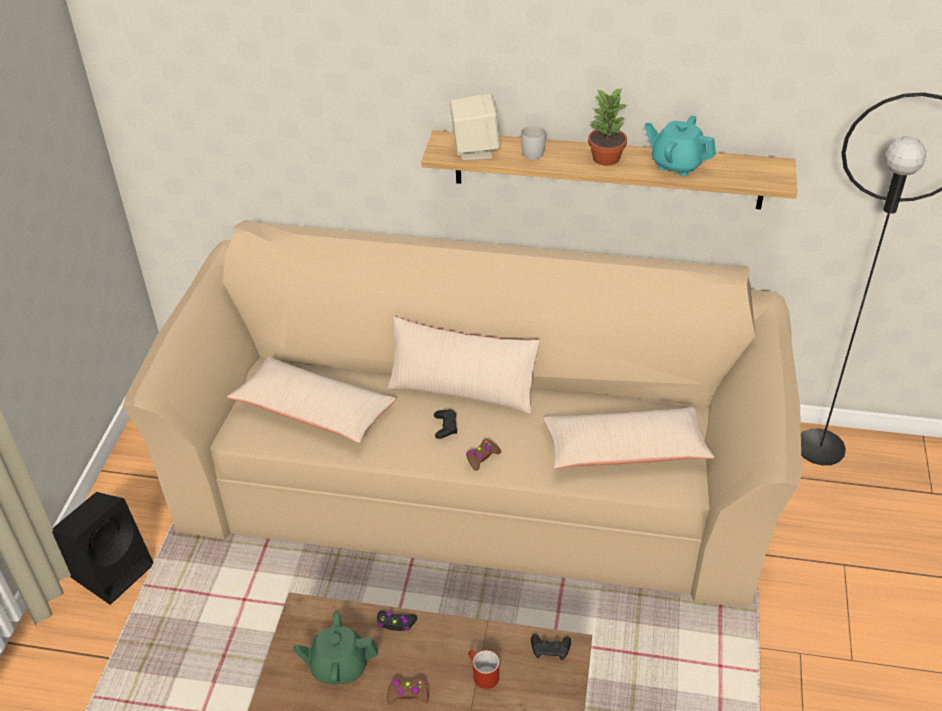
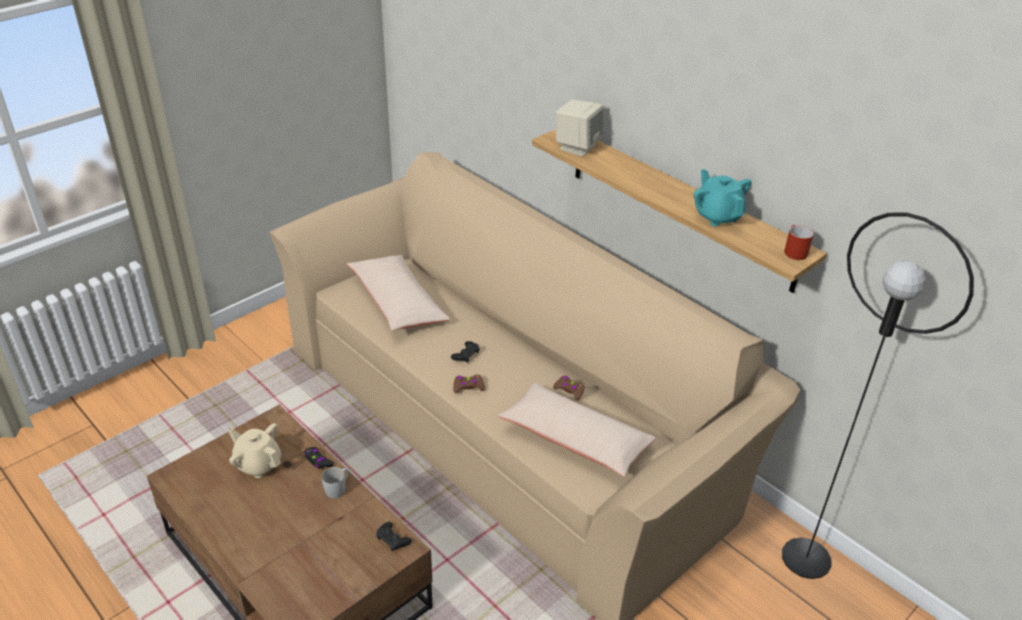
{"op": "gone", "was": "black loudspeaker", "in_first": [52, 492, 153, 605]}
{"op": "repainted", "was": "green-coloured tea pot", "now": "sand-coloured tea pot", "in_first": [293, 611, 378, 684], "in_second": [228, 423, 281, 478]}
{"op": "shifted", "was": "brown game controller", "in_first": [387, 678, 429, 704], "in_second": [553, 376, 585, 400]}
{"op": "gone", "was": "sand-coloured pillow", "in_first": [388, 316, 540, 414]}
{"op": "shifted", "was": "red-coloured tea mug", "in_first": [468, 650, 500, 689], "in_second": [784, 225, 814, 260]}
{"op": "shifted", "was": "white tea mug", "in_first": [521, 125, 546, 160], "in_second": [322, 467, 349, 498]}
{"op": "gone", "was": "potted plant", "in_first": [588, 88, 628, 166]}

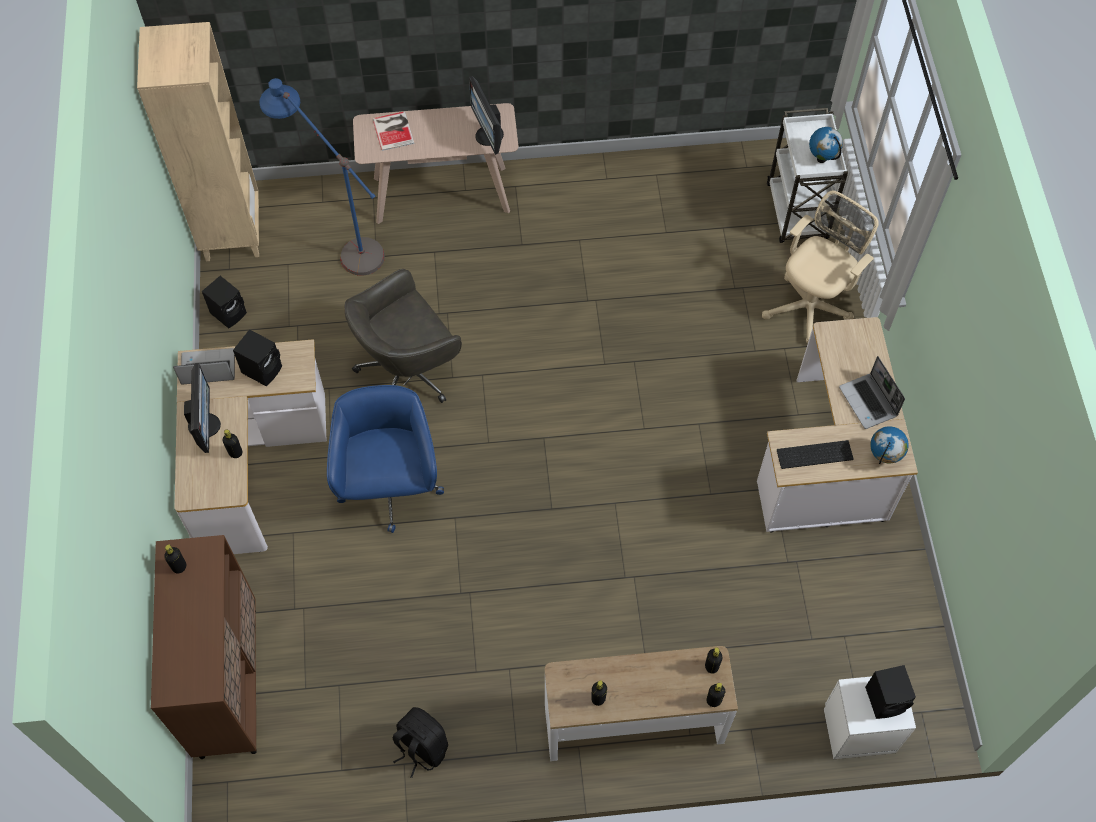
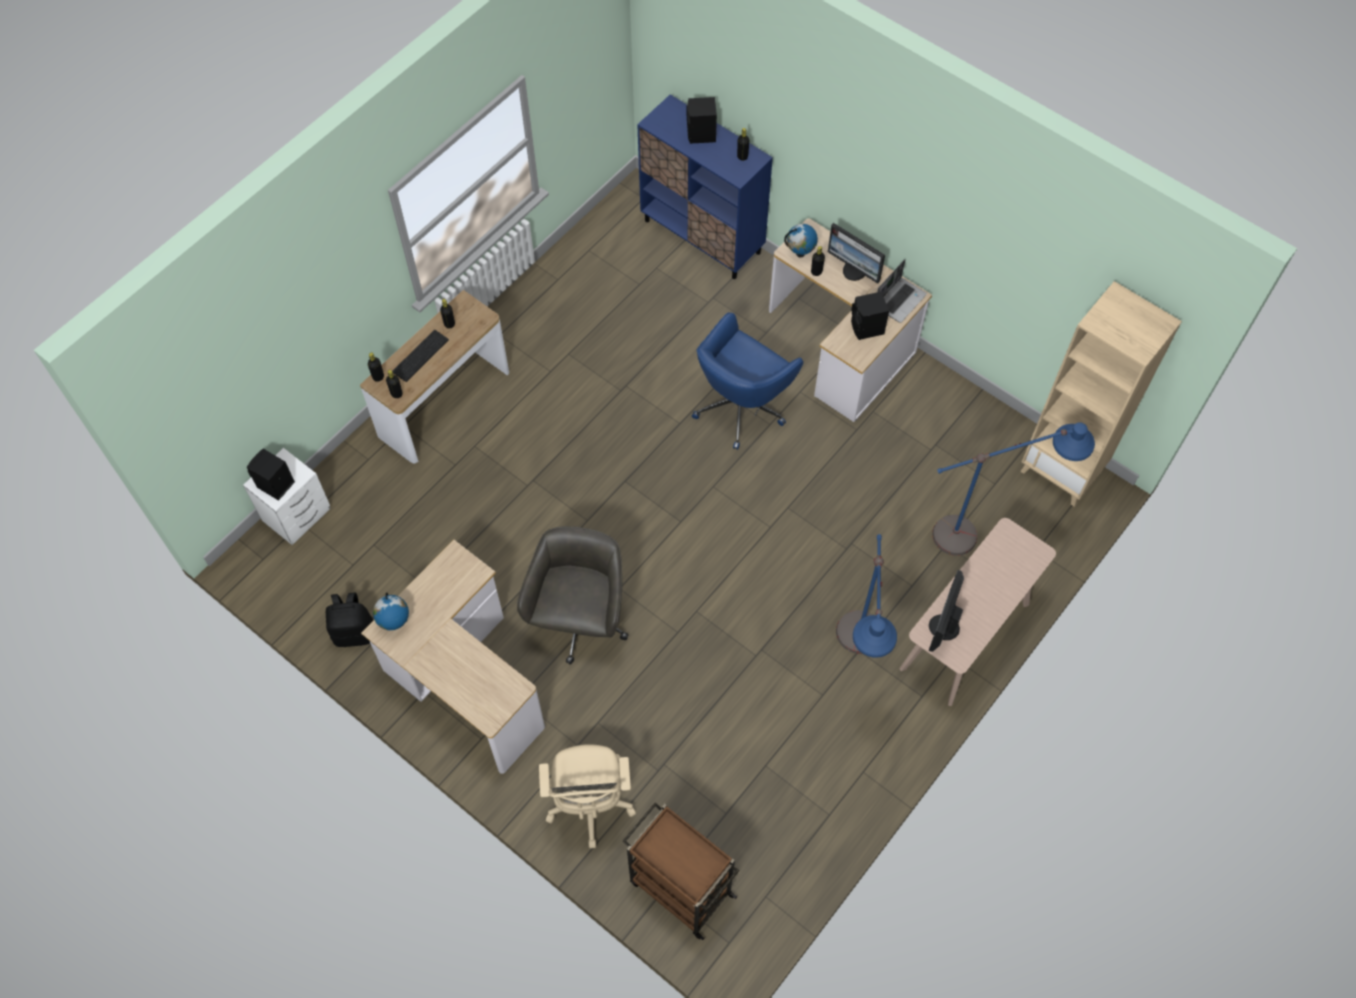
{"op": "repainted", "was": "brown cupboard", "now": "bluish cupboard", "in_first": [151, 535, 257, 759], "in_second": [637, 94, 773, 279]}
{"op": "shifted", "was": "black loudspeaker", "in_first": [202, 276, 247, 329], "in_second": [686, 97, 717, 144]}
{"op": "rotated", "was": "bluish desk chair", "in_first": [327, 385, 444, 533], "in_second": [692, 312, 803, 450], "clockwise": 90}
{"op": "shifted", "was": "greyish desk chair", "in_first": [345, 269, 462, 403], "in_second": [517, 526, 628, 665]}
{"op": "gone", "was": "bound book", "in_first": [373, 111, 415, 151]}
{"op": "shifted", "was": "black rucksack", "in_first": [393, 707, 448, 778], "in_second": [326, 593, 373, 647]}
{"op": "rotated", "was": "computer screen", "in_first": [469, 76, 504, 155], "in_second": [929, 570, 964, 652], "clockwise": -90}
{"op": "repainted", "was": "white cart", "now": "brown cart", "in_first": [767, 108, 848, 243], "in_second": [623, 803, 739, 940]}
{"op": "shifted", "was": "computer keyboard", "in_first": [777, 440, 854, 469], "in_second": [392, 330, 449, 382]}
{"op": "shifted", "was": "globe", "in_first": [809, 127, 843, 163], "in_second": [784, 224, 818, 258]}
{"op": "gone", "was": "laptop", "in_first": [839, 356, 905, 429]}
{"op": "new", "now": "bluish floor lamp", "in_second": [836, 534, 897, 658]}

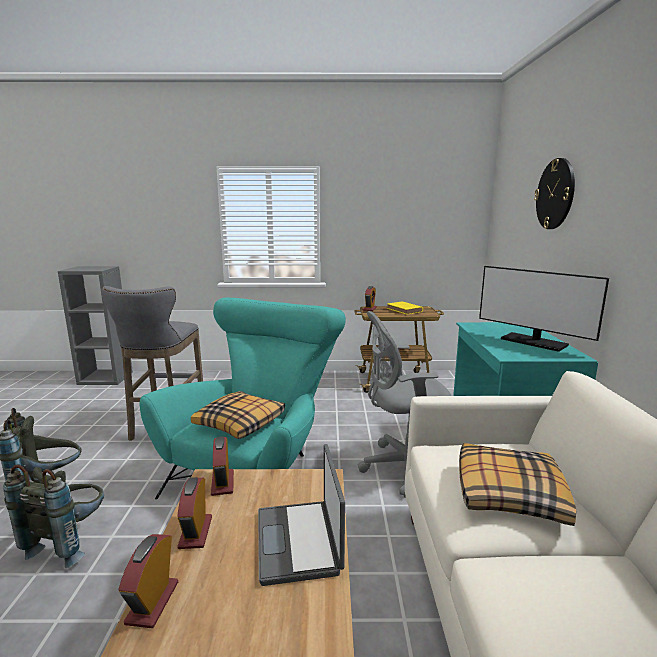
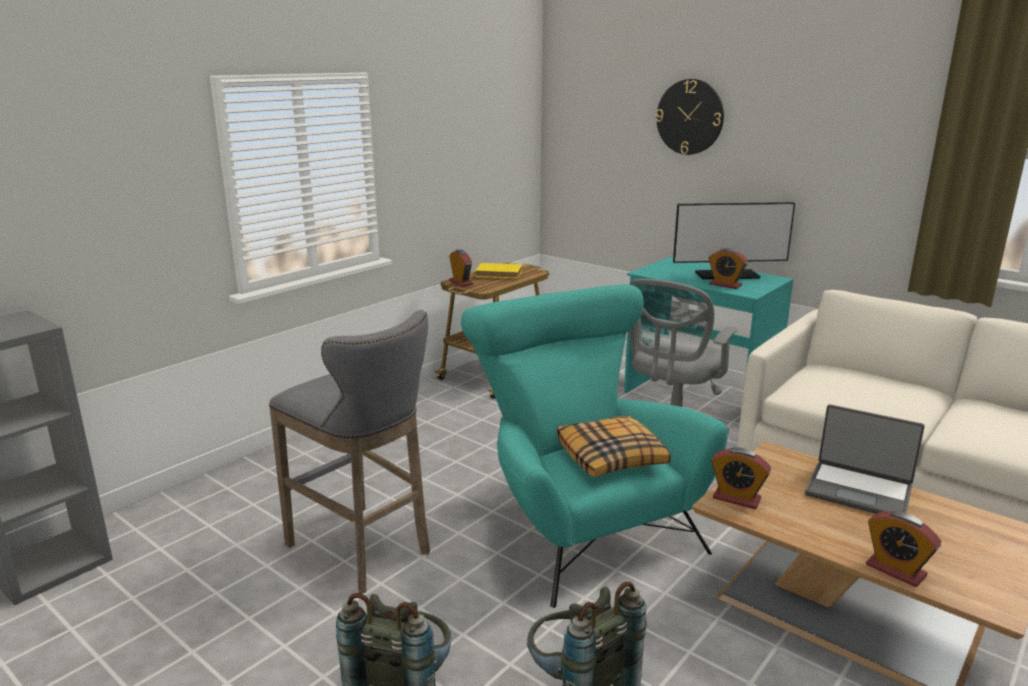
{"op": "shifted", "was": "bedside clock", "in_first": [177, 477, 212, 549], "in_second": [709, 248, 748, 289]}
{"op": "gone", "was": "pillow", "in_first": [459, 443, 576, 526]}

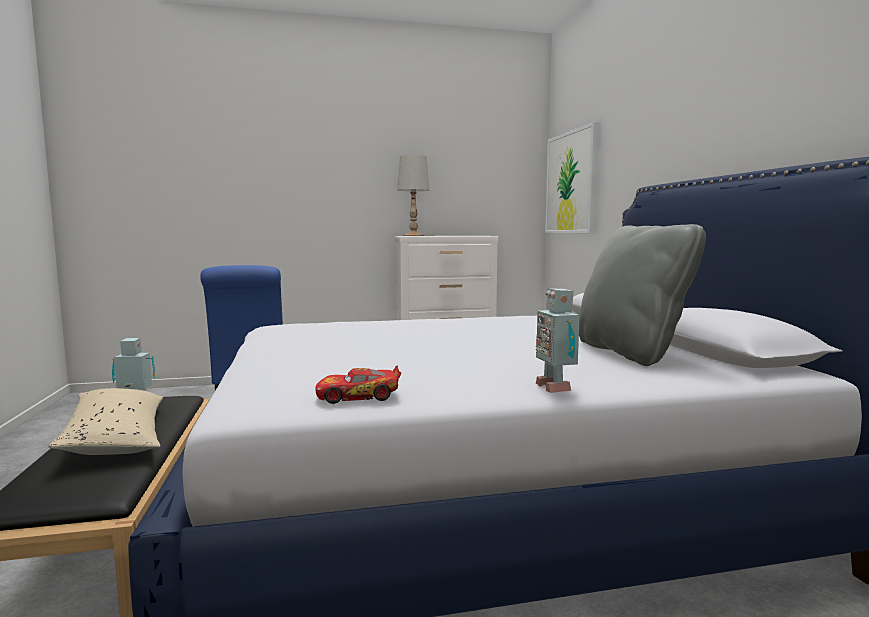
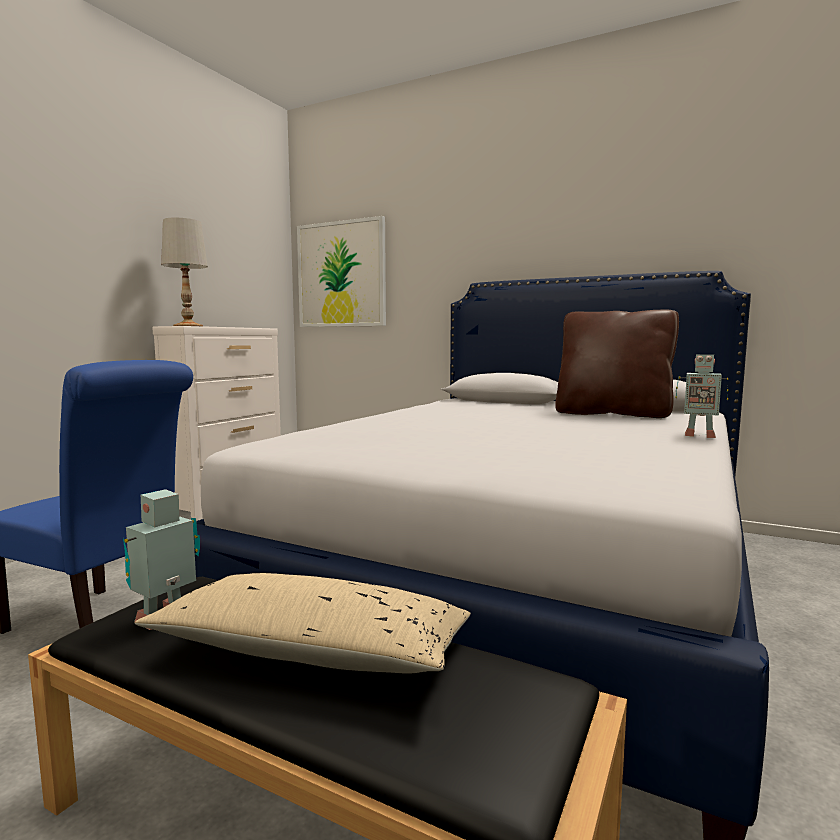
{"op": "gone", "was": "toy car", "in_first": [315, 366, 401, 404]}
{"op": "repainted", "was": "greyish pillow", "now": "brown pillow", "in_first": [579, 224, 706, 366], "in_second": [555, 309, 679, 418]}

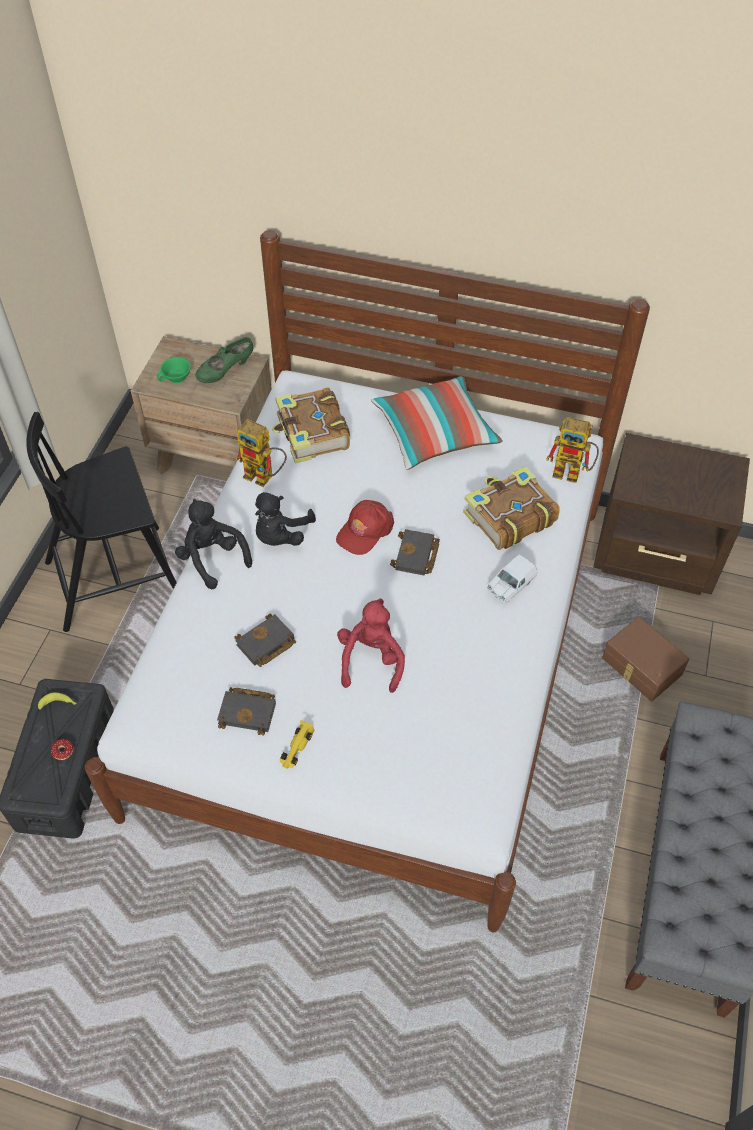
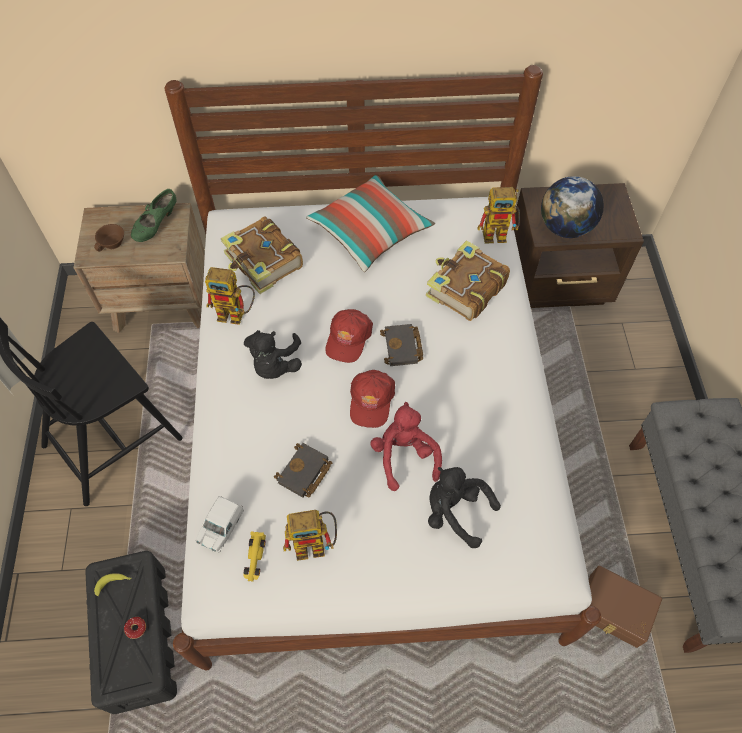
{"op": "repainted", "was": "green-coloured drinking cup", "now": "brown drinking cup", "in_first": [157, 357, 191, 383], "in_second": [94, 224, 124, 252]}
{"op": "shifted", "was": "black soft toy", "in_first": [175, 499, 252, 589], "in_second": [428, 467, 501, 548]}
{"op": "swapped", "was": "black bound book", "now": "model robot", "in_first": [217, 687, 276, 736], "in_second": [283, 510, 337, 561]}
{"op": "shifted", "was": "yellow toy car", "in_first": [280, 720, 315, 769], "in_second": [243, 531, 266, 582]}
{"op": "shifted", "was": "white toy car", "in_first": [487, 554, 538, 603], "in_second": [196, 496, 244, 553]}
{"op": "shifted", "was": "brown storage container", "in_first": [602, 617, 689, 701], "in_second": [589, 566, 662, 648]}
{"op": "new", "now": "red-coloured cap", "in_second": [350, 370, 395, 428]}
{"op": "new", "now": "globe", "in_second": [541, 176, 604, 238]}

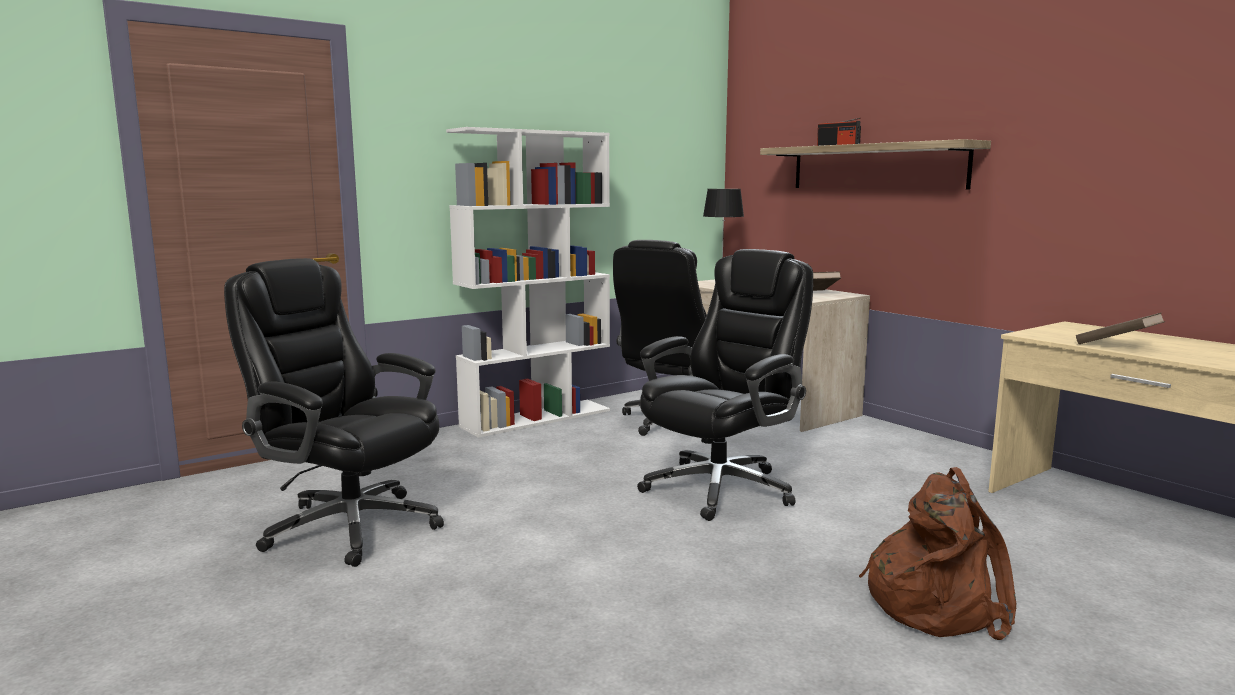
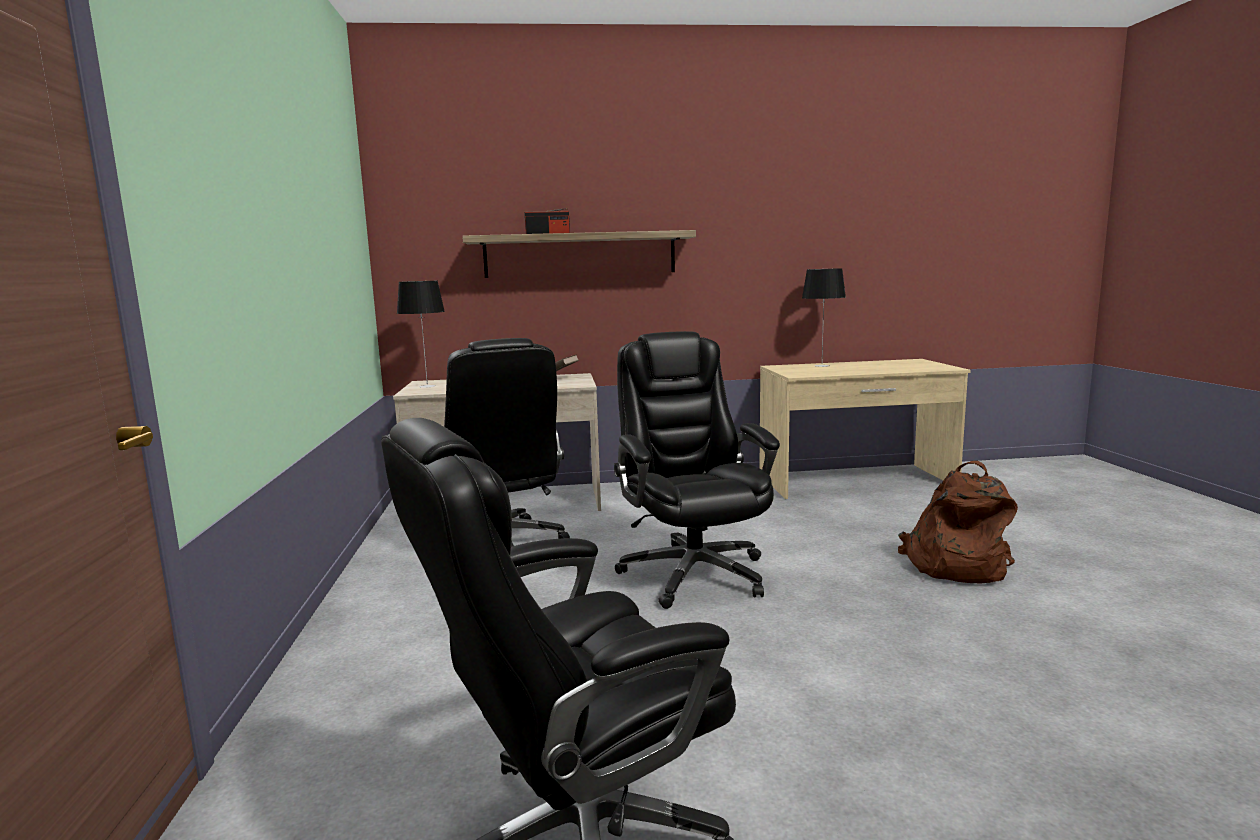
{"op": "gone", "was": "white bookshelf", "in_first": [446, 127, 610, 438]}
{"op": "gone", "was": "brown bound book", "in_first": [1076, 312, 1165, 344]}
{"op": "new", "now": "table lamp", "in_second": [802, 268, 846, 367]}

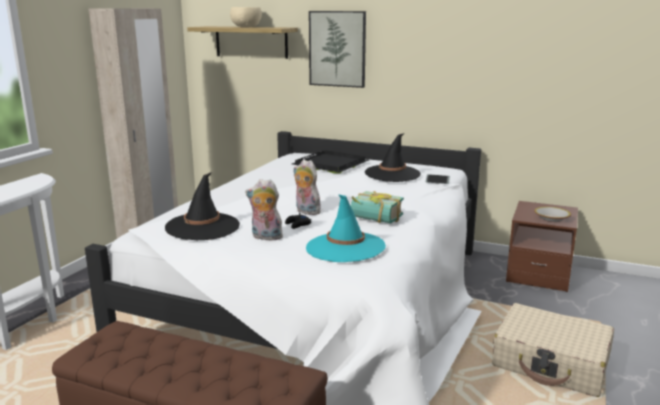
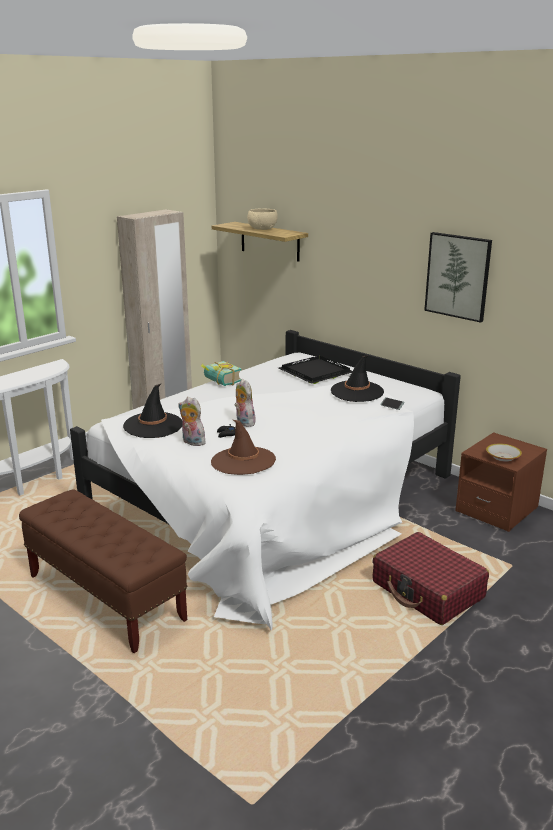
{"op": "repainted", "was": "turquoise wearable hat", "now": "brown wearable hat", "in_first": [306, 194, 386, 262], "in_second": [211, 420, 276, 475]}
{"op": "shifted", "was": "picture", "in_first": [309, 11, 366, 88], "in_second": [424, 232, 492, 323]}
{"op": "shifted", "was": "bound book", "in_first": [351, 191, 404, 223], "in_second": [201, 361, 242, 386]}
{"op": "repainted", "was": "sand-coloured travel case", "now": "red-coloured travel case", "in_first": [492, 303, 614, 397], "in_second": [372, 532, 489, 625]}

